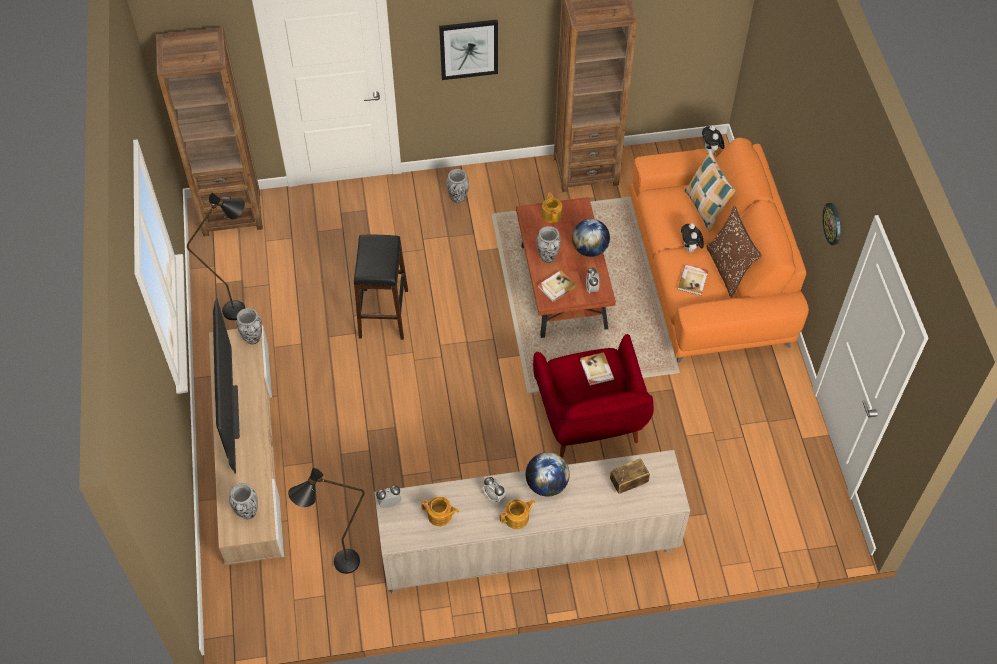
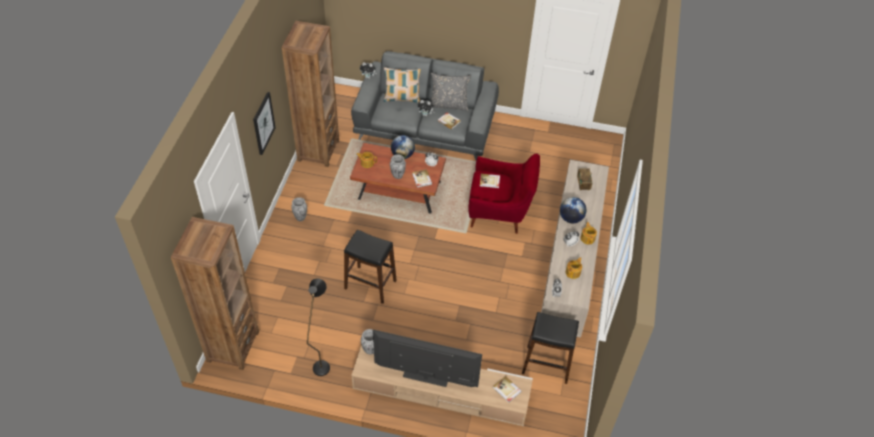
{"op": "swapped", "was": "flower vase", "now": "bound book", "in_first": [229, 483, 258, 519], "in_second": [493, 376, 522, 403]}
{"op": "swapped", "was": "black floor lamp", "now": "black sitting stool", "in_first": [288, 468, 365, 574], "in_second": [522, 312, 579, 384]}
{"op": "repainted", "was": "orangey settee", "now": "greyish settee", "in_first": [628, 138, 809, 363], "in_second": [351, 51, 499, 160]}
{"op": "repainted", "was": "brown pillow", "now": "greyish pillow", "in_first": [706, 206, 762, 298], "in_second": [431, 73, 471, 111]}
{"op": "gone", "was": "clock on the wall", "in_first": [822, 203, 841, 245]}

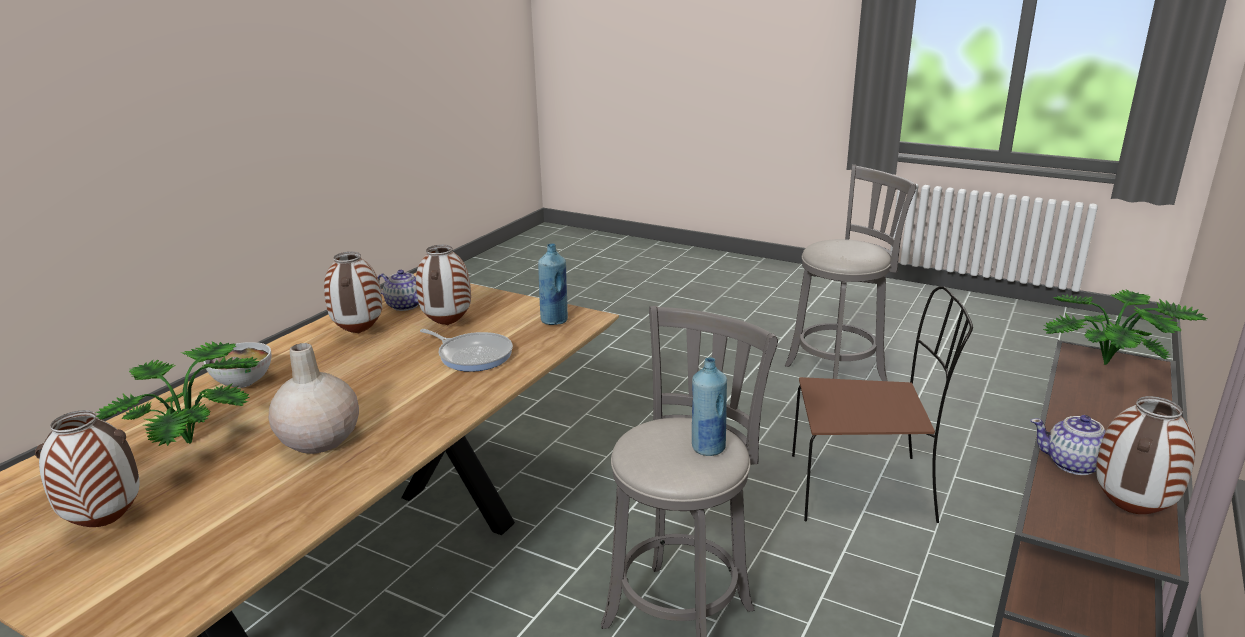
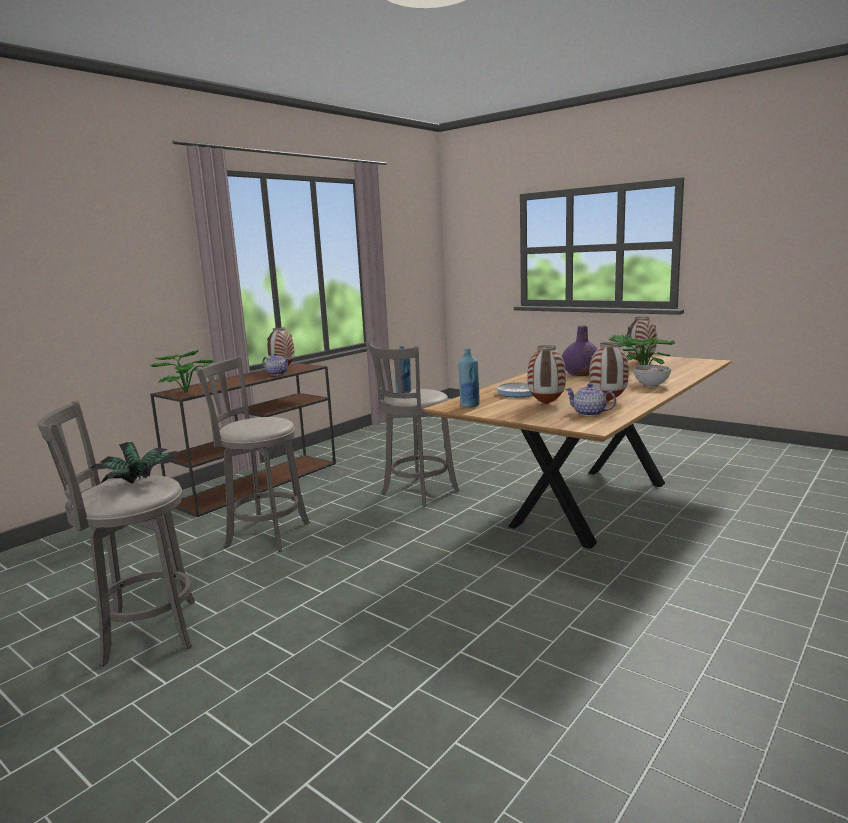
{"op": "repainted", "was": "sand-coloured flower vase", "now": "purplish flower vase", "in_first": [269, 343, 359, 454], "in_second": [562, 326, 598, 376]}
{"op": "swapped", "was": "brown plain chair", "now": "greyish sitting stool", "in_first": [792, 286, 973, 523], "in_second": [197, 356, 310, 552]}
{"op": "new", "now": "potted plant", "in_second": [91, 442, 181, 484]}

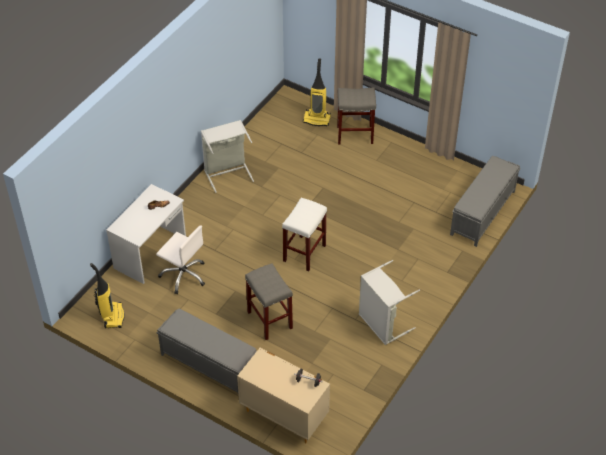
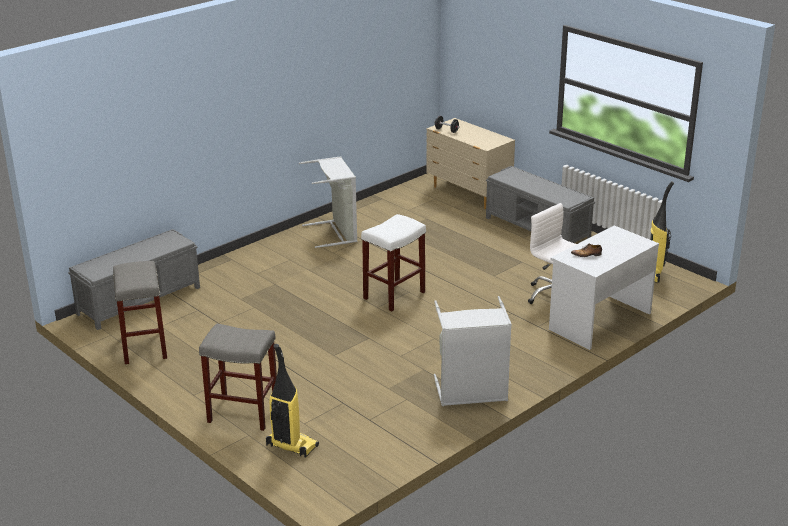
{"op": "shifted", "was": "greyish sitting stool", "in_first": [245, 263, 293, 340], "in_second": [113, 261, 167, 364]}

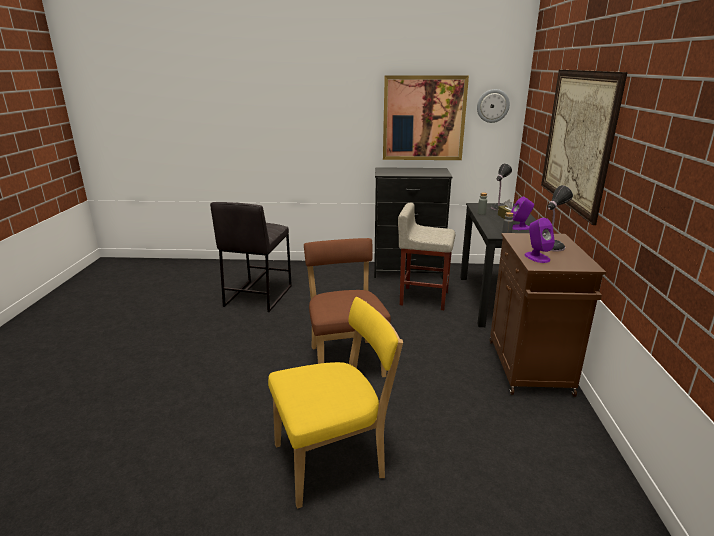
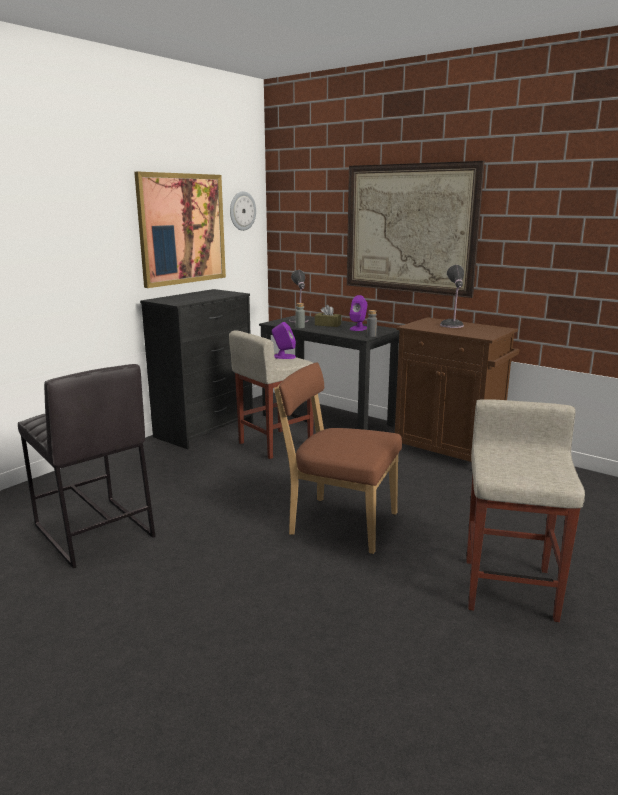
{"op": "swapped", "was": "yellow plain chair", "now": "sand-coloured sitting stool", "in_first": [268, 297, 403, 509], "in_second": [466, 399, 585, 622]}
{"op": "shifted", "was": "purplish loudspeaker", "in_first": [524, 218, 555, 263], "in_second": [272, 322, 296, 359]}

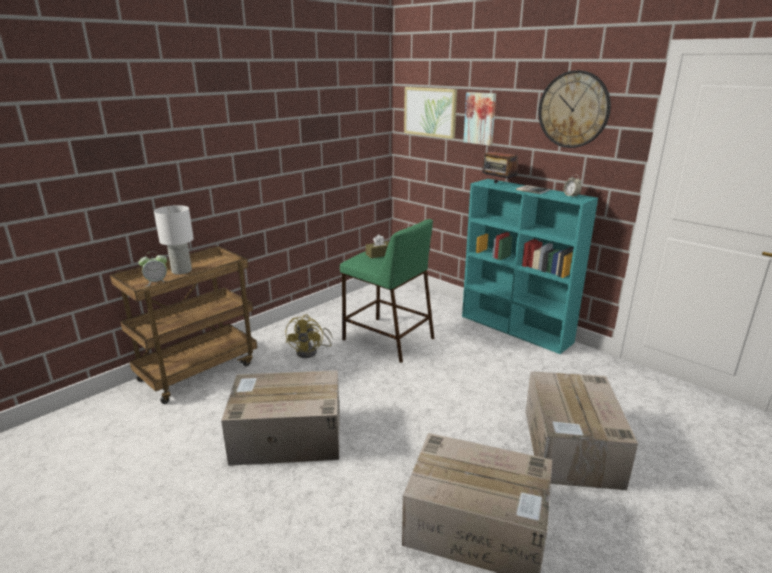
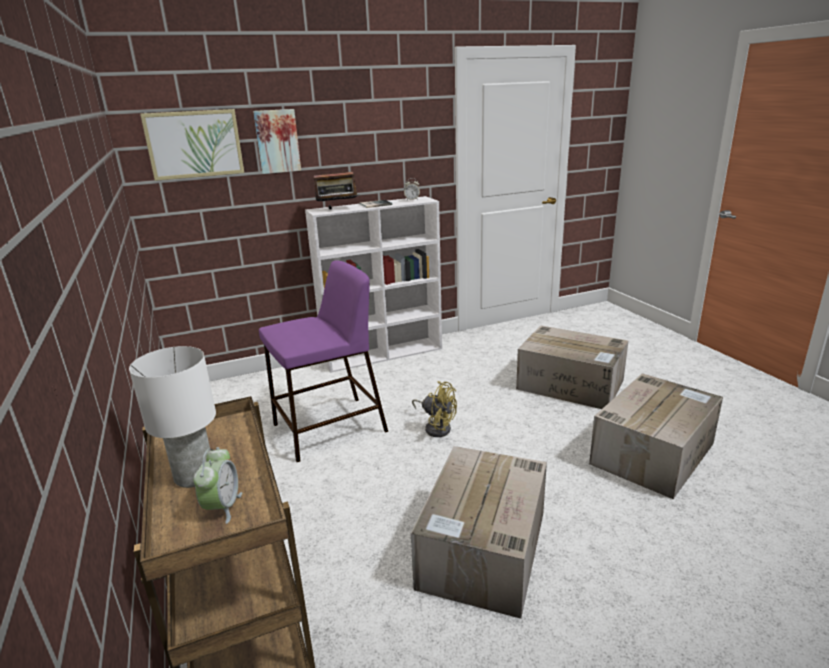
{"op": "shifted", "was": "yellow fan", "in_first": [285, 314, 332, 358], "in_second": [412, 381, 457, 437]}
{"op": "repainted", "was": "green-coloured sitting stool", "now": "purplish sitting stool", "in_first": [340, 219, 434, 363], "in_second": [259, 260, 388, 462]}
{"op": "gone", "was": "brown tissue holder", "in_first": [366, 234, 389, 259]}
{"op": "repainted", "was": "turquoise bookshelf", "now": "white bookshelf", "in_first": [462, 179, 598, 354], "in_second": [305, 196, 442, 373]}
{"op": "gone", "was": "clock on the wall", "in_first": [538, 70, 611, 148]}

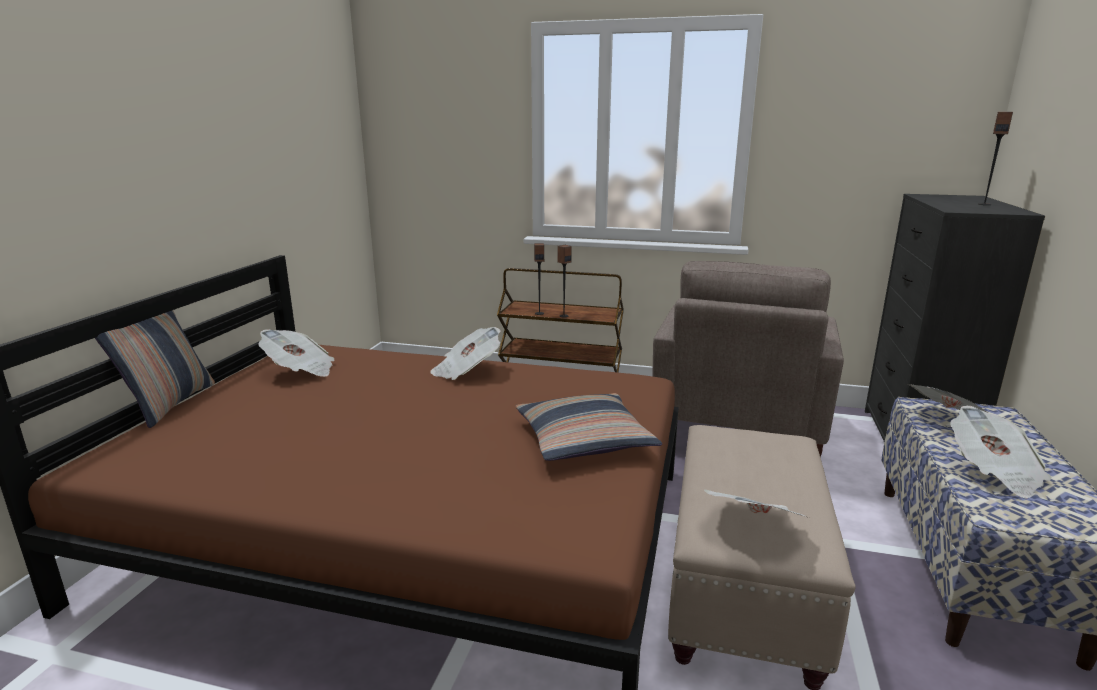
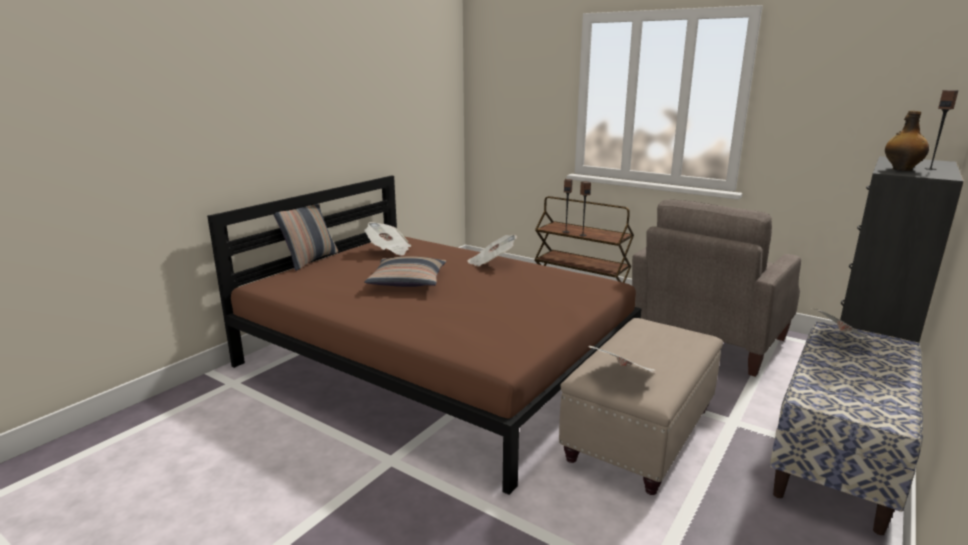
{"op": "shifted", "was": "pillow", "in_first": [516, 393, 662, 461], "in_second": [364, 256, 446, 287]}
{"op": "gone", "was": "newspaper", "in_first": [950, 406, 1052, 499]}
{"op": "new", "now": "bottle", "in_second": [885, 110, 929, 171]}

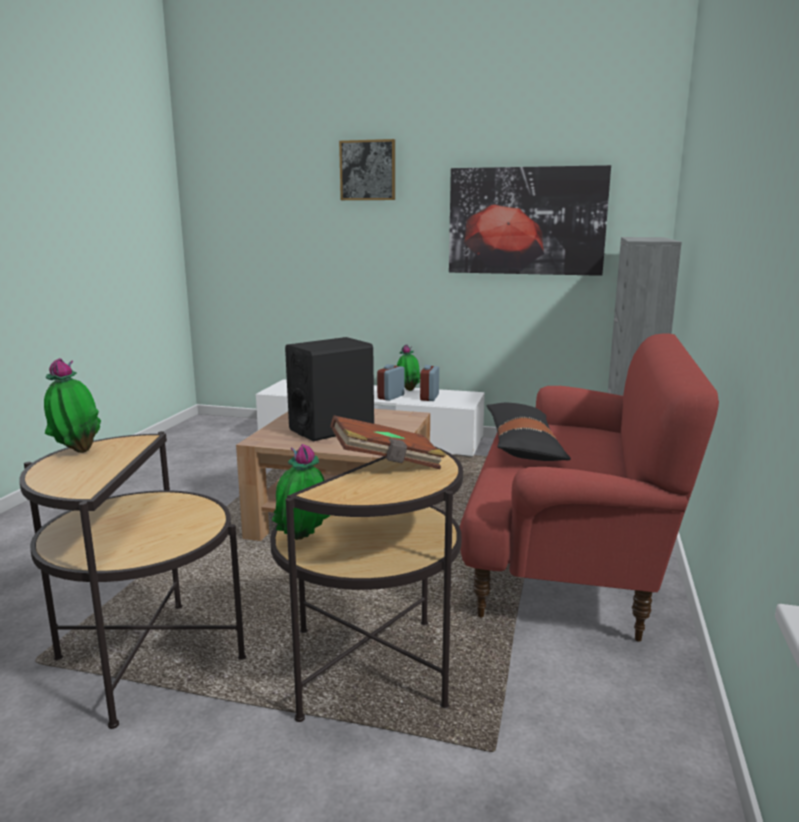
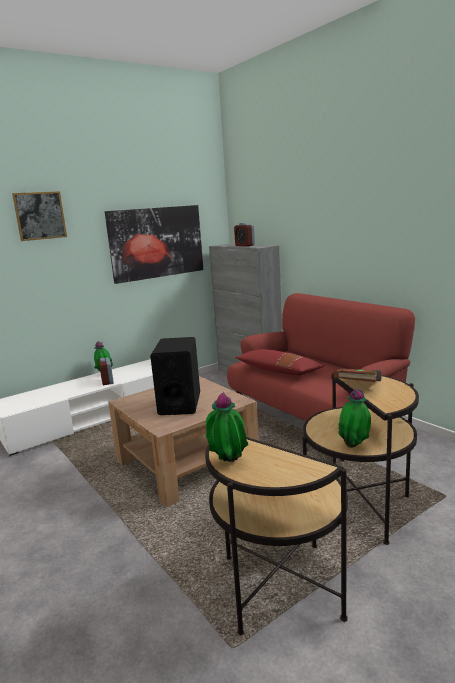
{"op": "shifted", "was": "bedside clock", "in_first": [420, 365, 439, 401], "in_second": [234, 223, 255, 246]}
{"op": "repainted", "was": "black pillow", "now": "red-coloured pillow", "in_first": [486, 403, 571, 461], "in_second": [235, 349, 325, 375]}

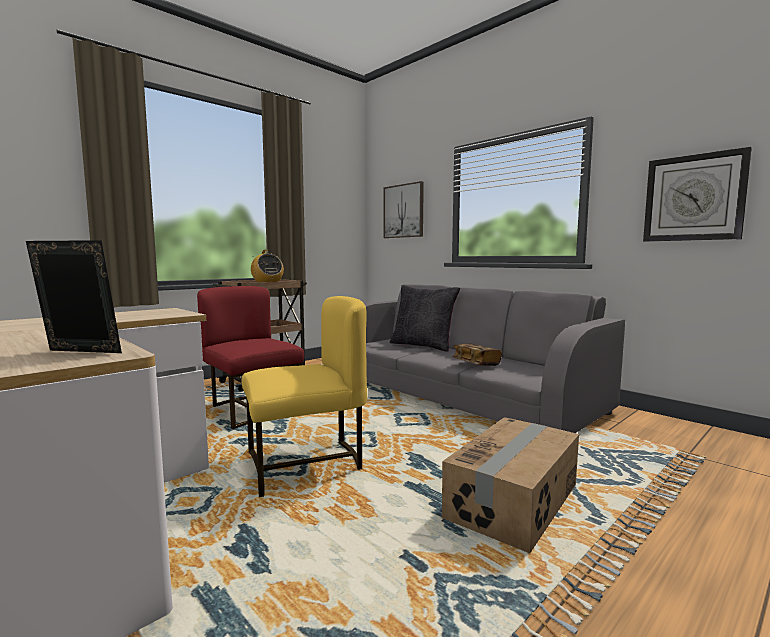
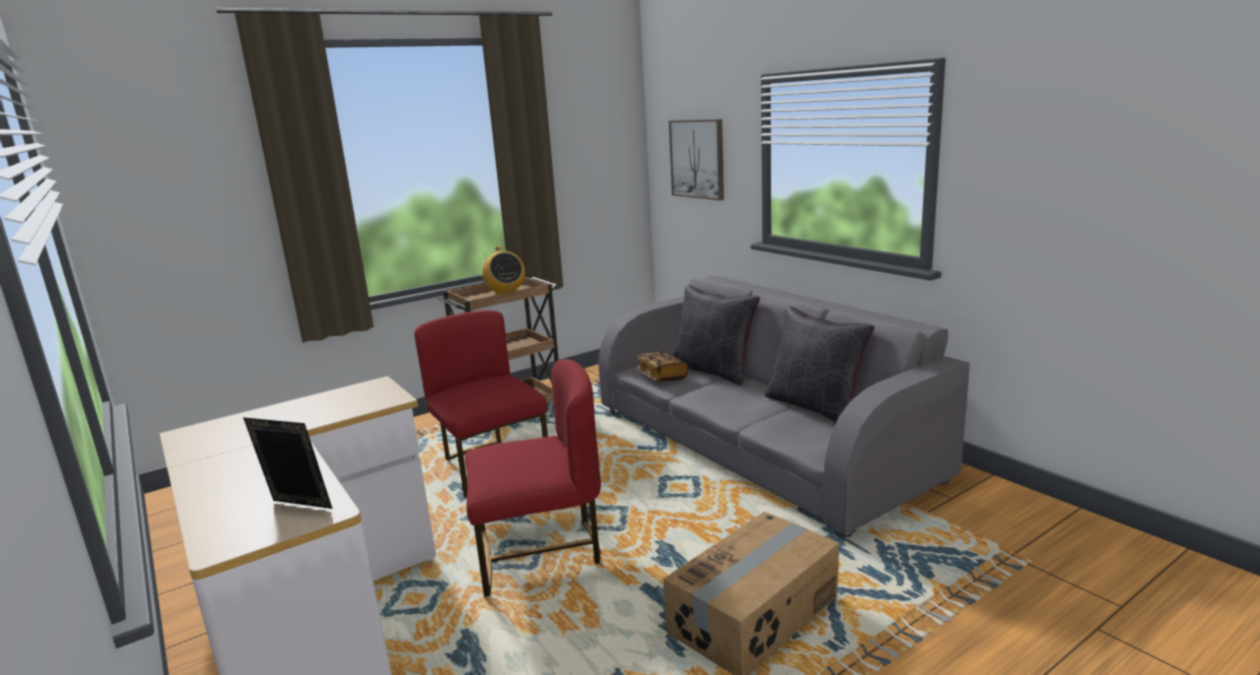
{"op": "repainted", "was": "yellow plain chair", "now": "red-coloured plain chair", "in_first": [242, 296, 367, 497], "in_second": [465, 359, 601, 597]}
{"op": "shifted", "was": "bound book", "in_first": [452, 344, 502, 366], "in_second": [636, 352, 688, 381]}
{"op": "gone", "was": "clock on the wall", "in_first": [643, 147, 752, 242]}
{"op": "new", "now": "black pillow", "in_second": [764, 306, 875, 422]}

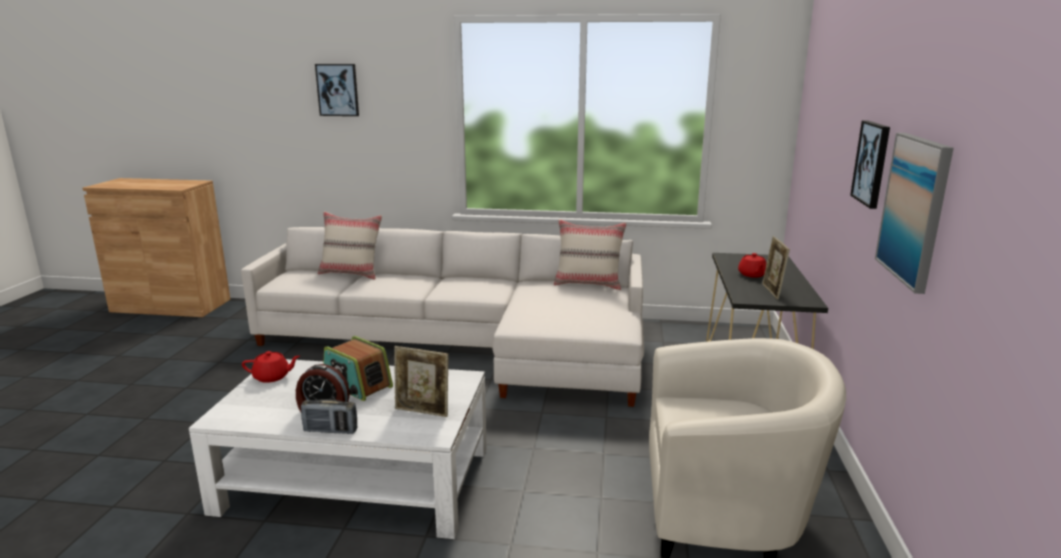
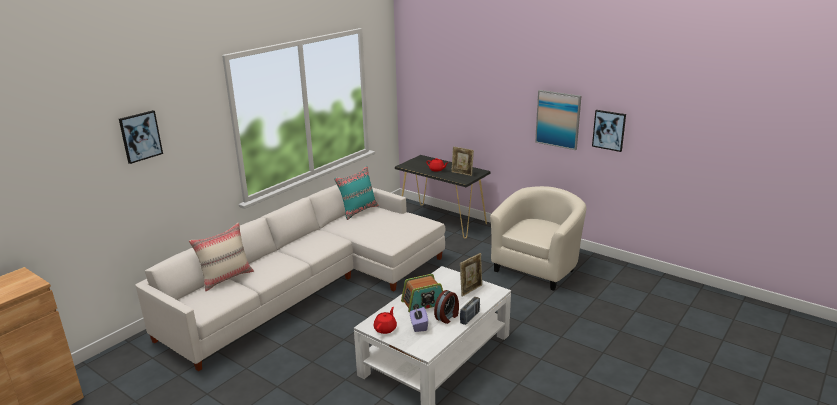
{"op": "repainted", "was": "sand-coloured pillow", "now": "turquoise pillow", "in_first": [554, 219, 627, 290], "in_second": [334, 166, 379, 220]}
{"op": "shifted", "was": "picture", "in_first": [850, 120, 890, 209], "in_second": [592, 110, 626, 152]}
{"op": "new", "now": "purplish tissue holder", "in_second": [410, 307, 428, 332]}

